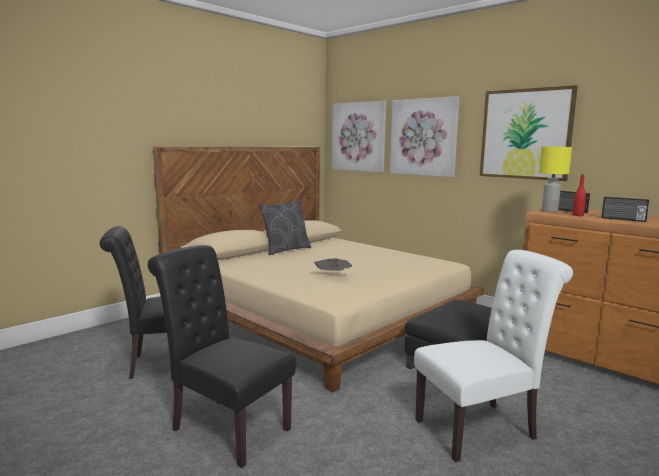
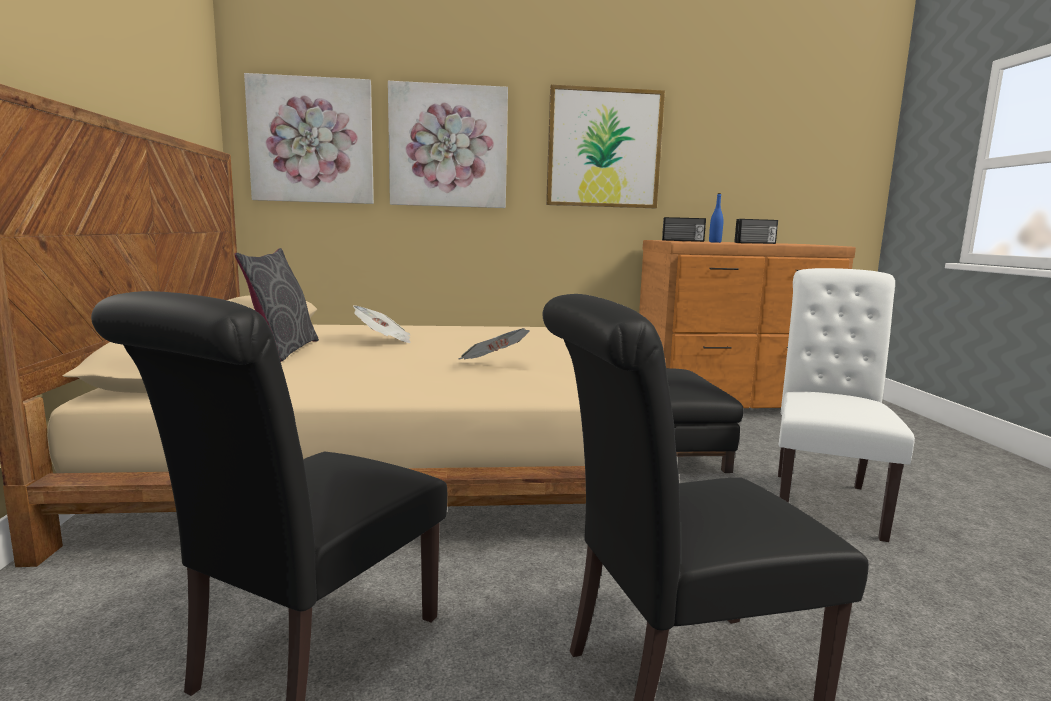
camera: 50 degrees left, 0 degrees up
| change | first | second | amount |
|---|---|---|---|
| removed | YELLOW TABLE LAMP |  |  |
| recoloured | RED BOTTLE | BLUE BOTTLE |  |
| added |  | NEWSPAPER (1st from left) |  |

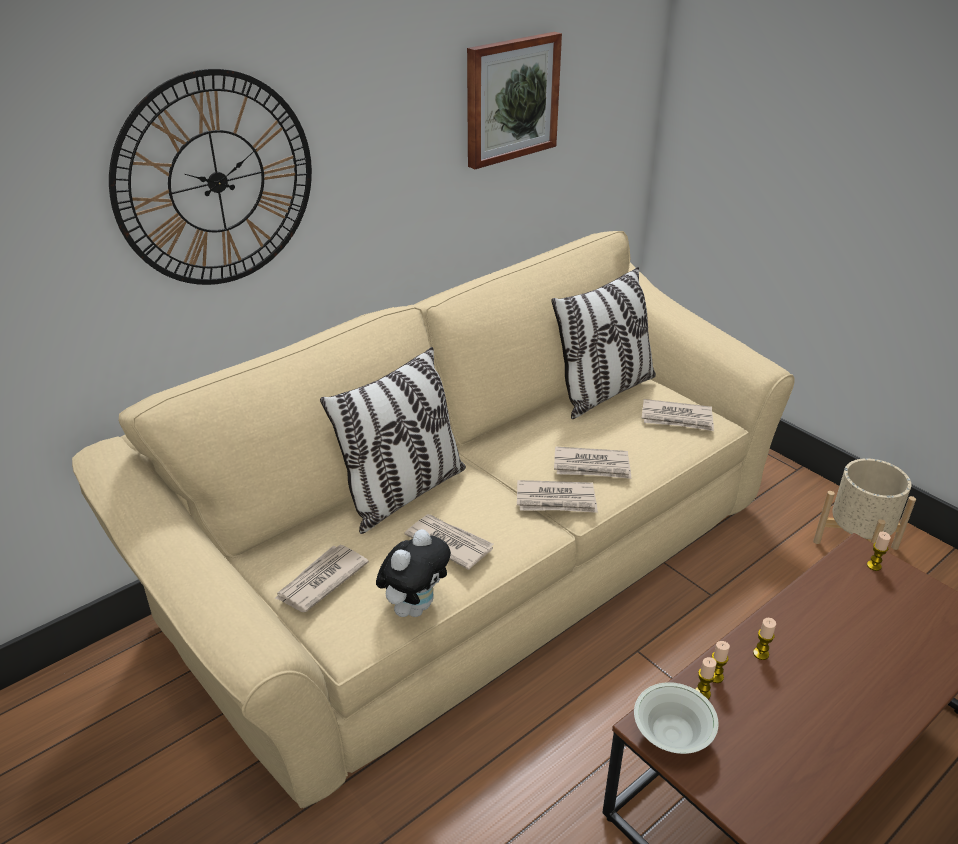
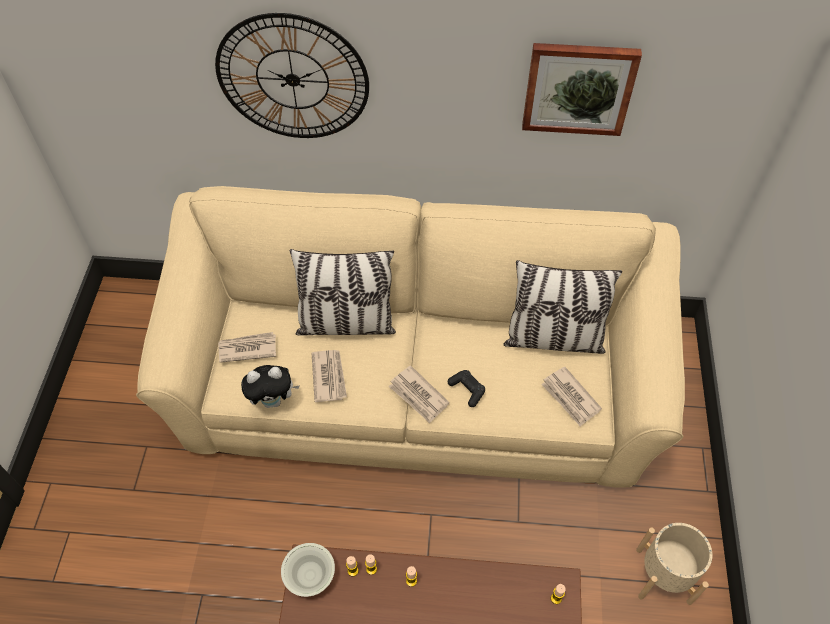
camera: 45 degrees right, 20 degrees up
| change | first | second | amount |
|---|---|---|---|
| replaced | NEWSPAPER (4th from left) | BLACK GAME CONTROLLER |  |

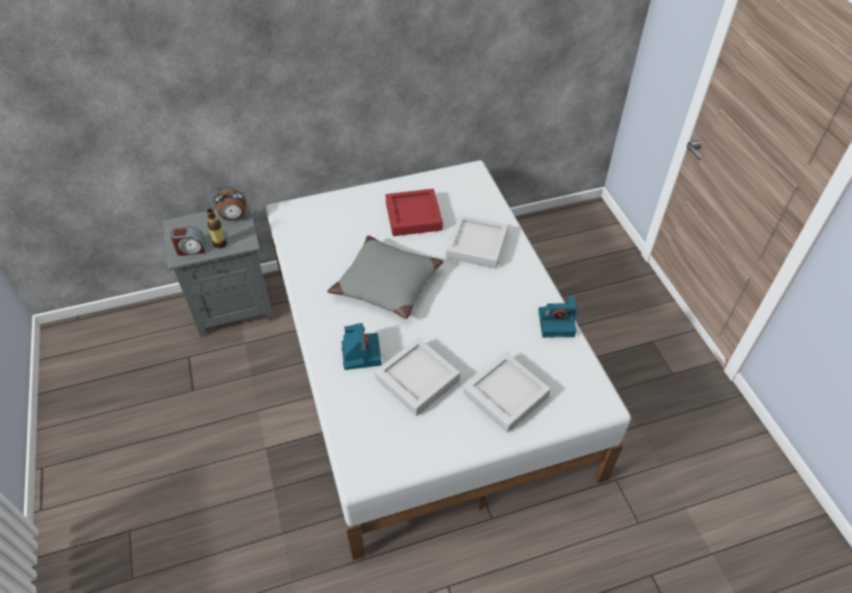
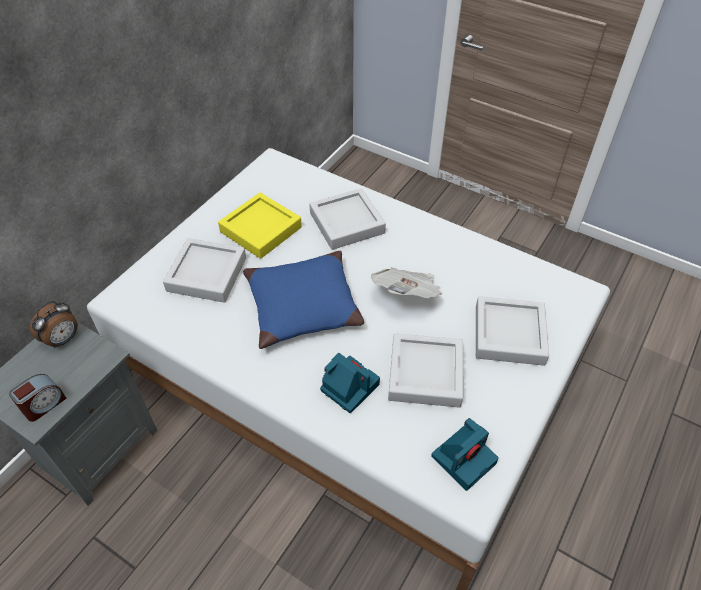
camera: 40 degrees left, 0 degrees up
| change | first | second | amount |
|---|---|---|---|
| removed | BOTTLE |  |  |
| recoloured | GREY PILLOW | BLUE PILLOW |  |
| recoloured | RED TRAY | YELLOW TRAY |  |
| moved | PHOTO CAMERA (2nd from left) |  |  |
| added |  | GREY TRAY (1st from left) |  |
| added |  | NEWSPAPER |  |

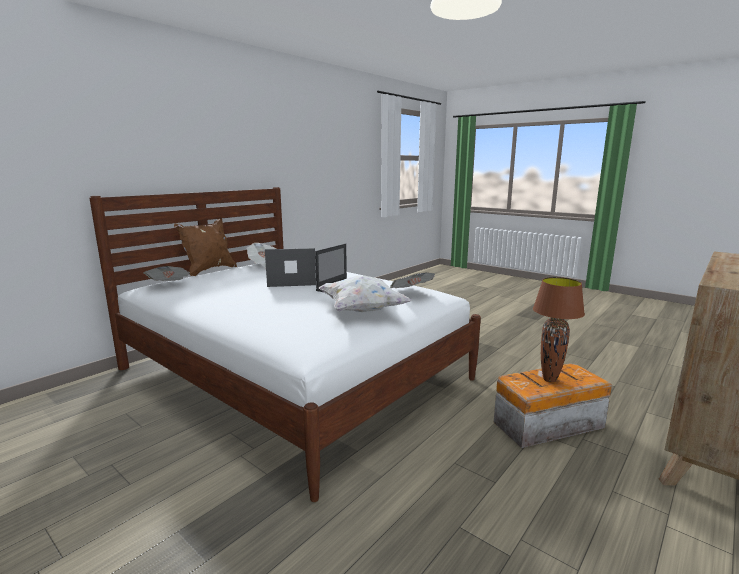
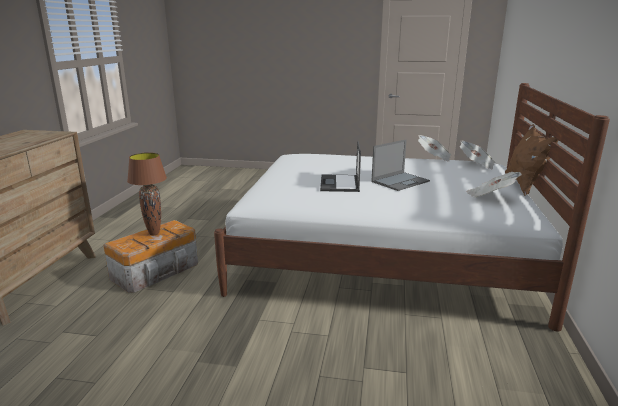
camera: 150 degrees right, 5 degrees up
| change | first | second | amount |
|---|---|---|---|
| removed | WHITE PILLOW |  |  |
| moved | NEWSPAPER (3rd from left in the first image) | NEWSPAPER (1st from left) |  |

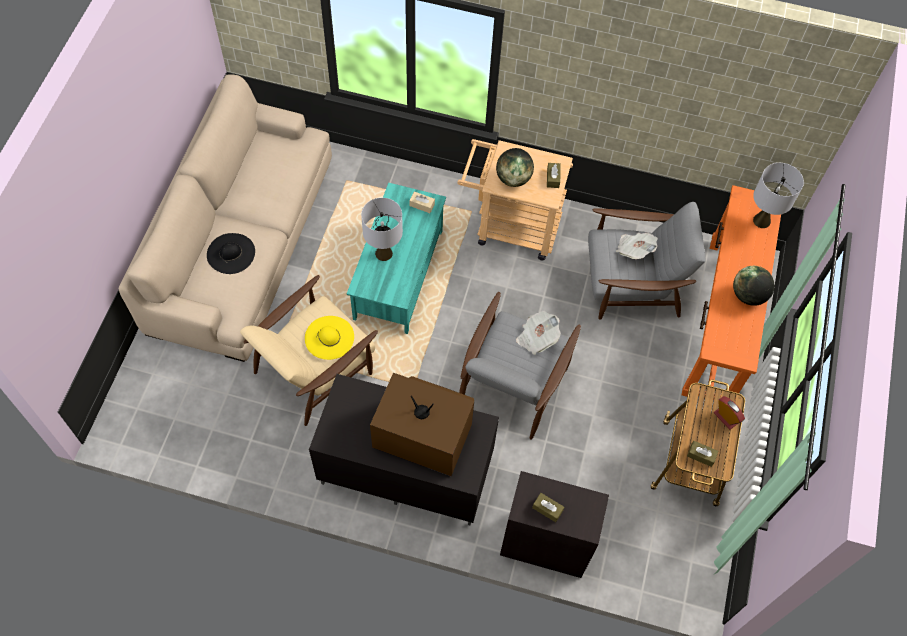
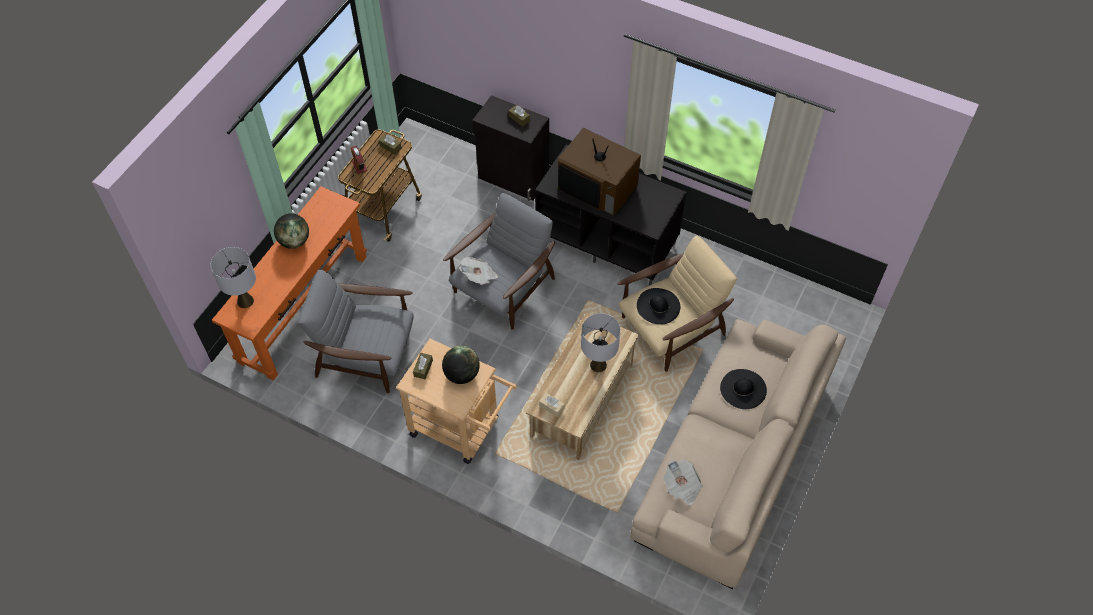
camera: 165 degrees left, 5 degrees down
| change | first | second | amount |
|---|---|---|---|
| recoloured | YELLOW HAT | BLACK HAT (1st from left) |  |
| recoloured | TURQUOISE COFFEE TABLE | BEIGE COFFEE TABLE |  |
| moved | NEWSPAPER (2nd from left) |  |  |

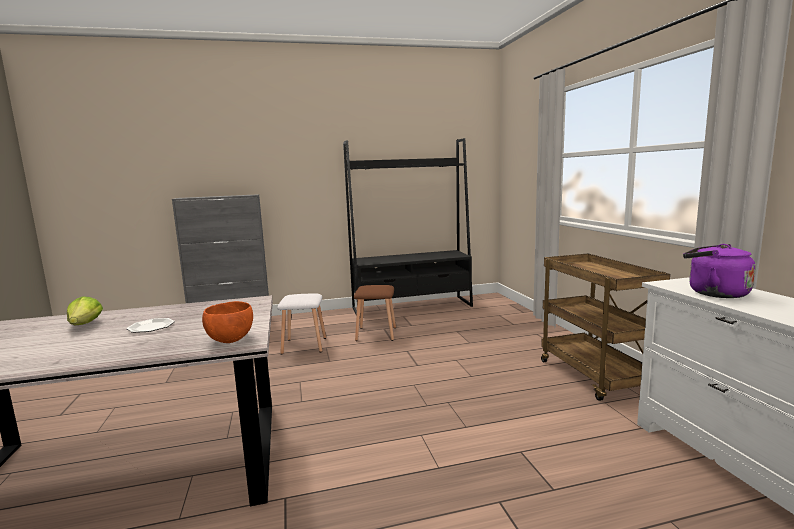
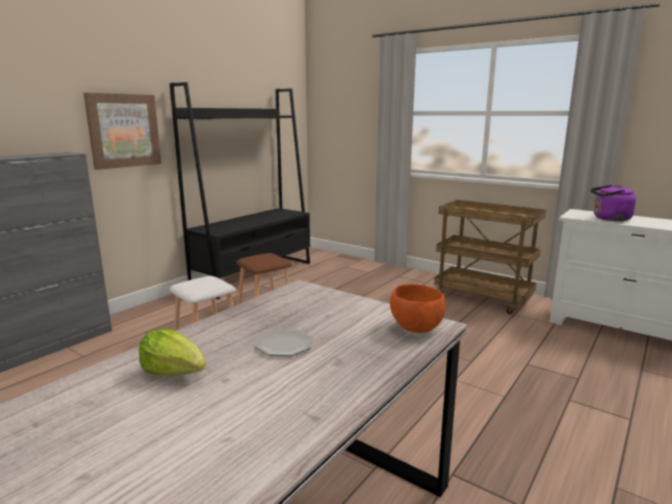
camera: 40 degrees left, 5 degrees up
| change | first | second | amount |
|---|---|---|---|
| added |  | PICTURE |  |

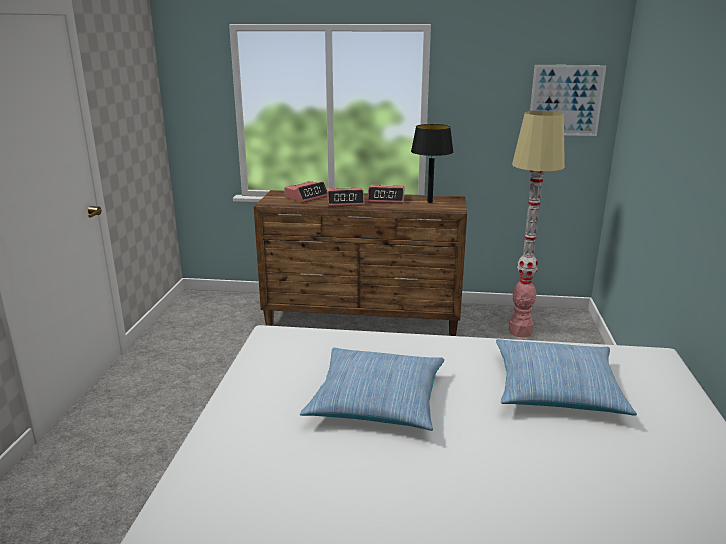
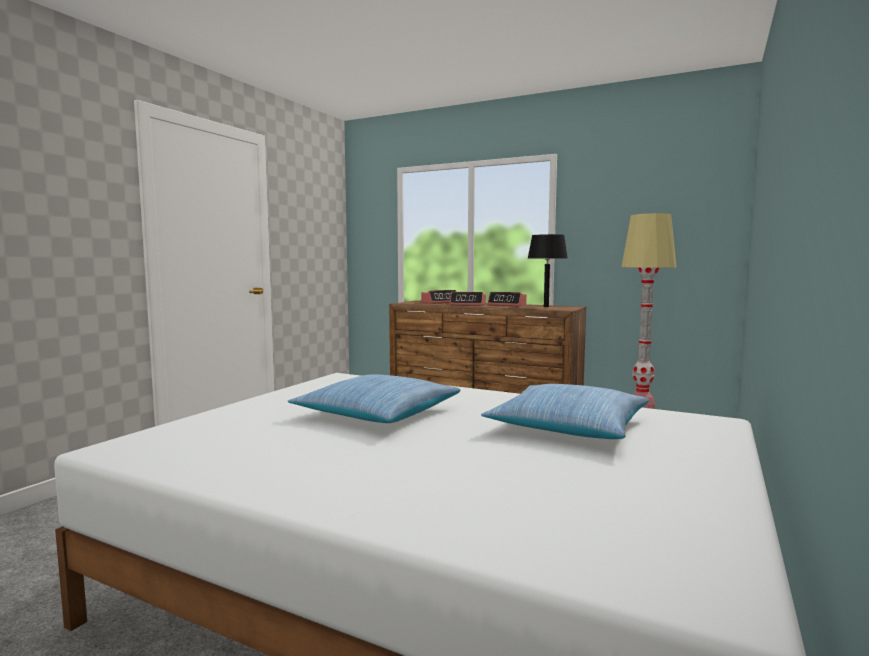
camera: 20 degrees right, 15 degrees down
| change | first | second | amount |
|---|---|---|---|
| removed | PICTURE |  |  |

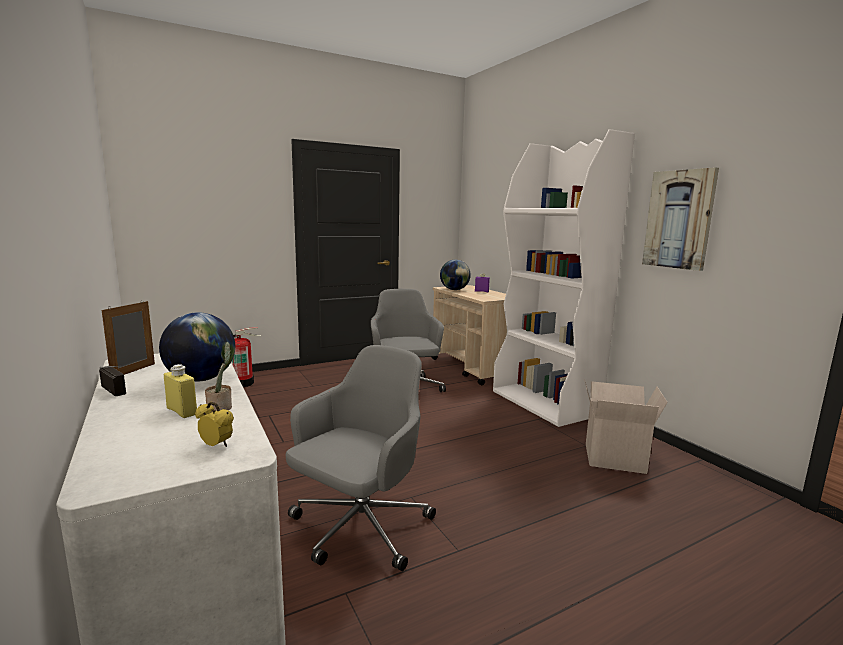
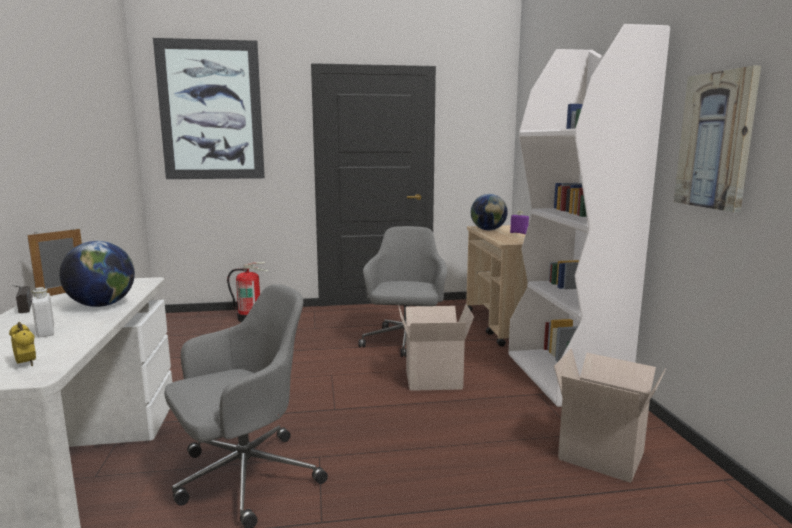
camera: 20 degrees right, 0 degrees up
| change | first | second | amount |
|---|---|---|---|
| recoloured | YELLOW BOTTLE | WHITE BOTTLE |  |
| removed | POTTED PLANT |  |  |
| added |  | PICTURE (1st from left) |  |
| added |  | CARDBOARD BOX (1st from left) |  |

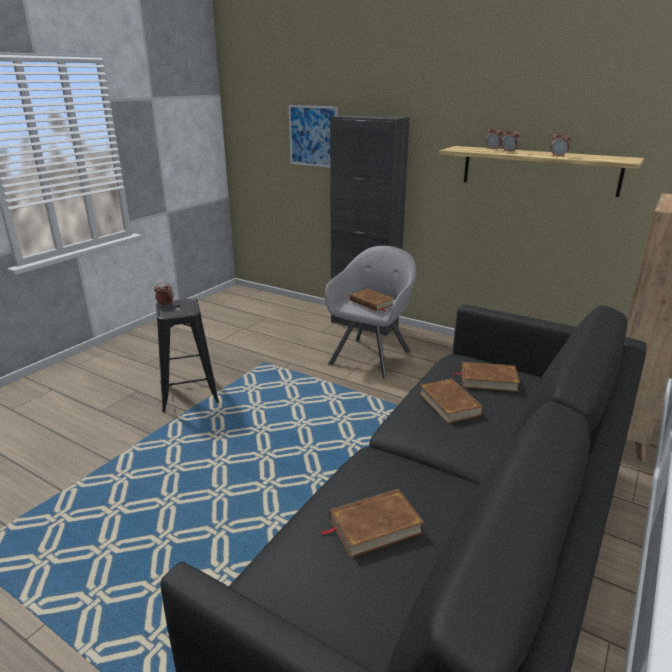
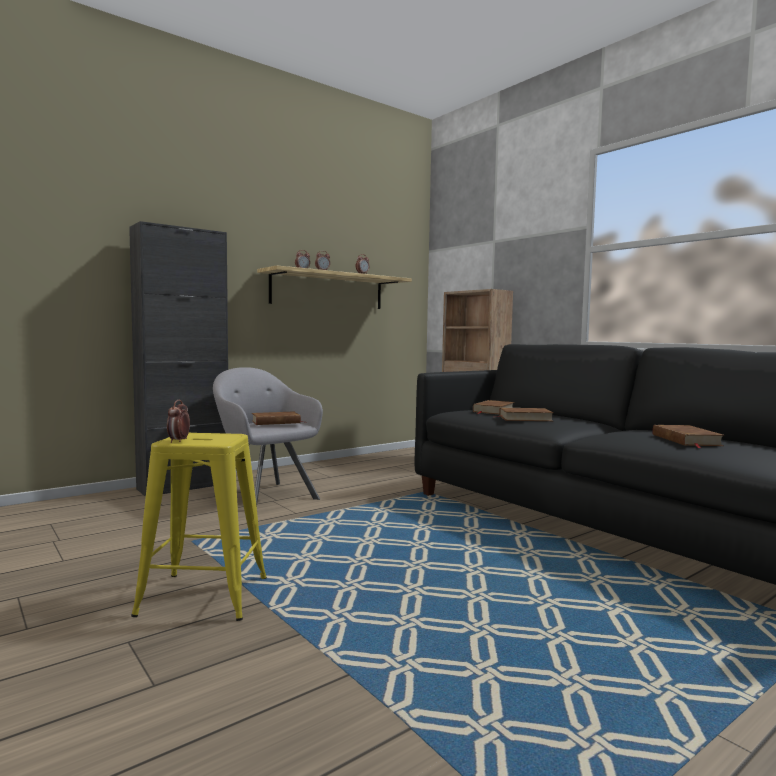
camera: 70 degrees left, 20 degrees down
| change | first | second | amount |
|---|---|---|---|
| recoloured | BLACK STOOL | YELLOW STOOL |  |
| removed | PICTURE |  |  |

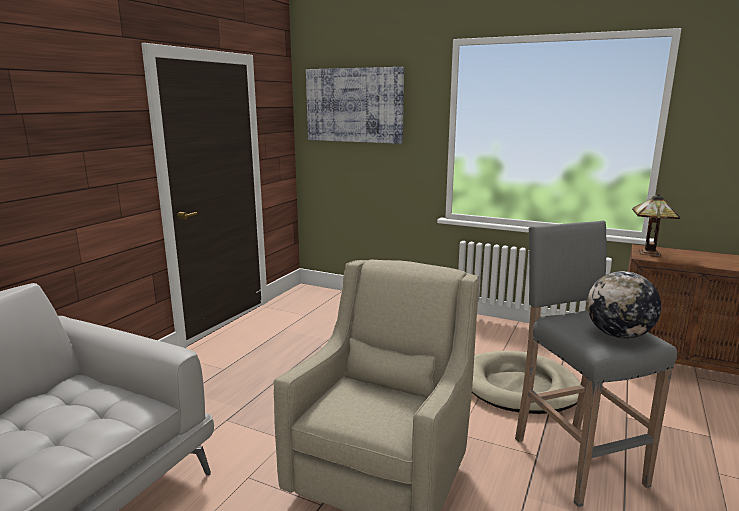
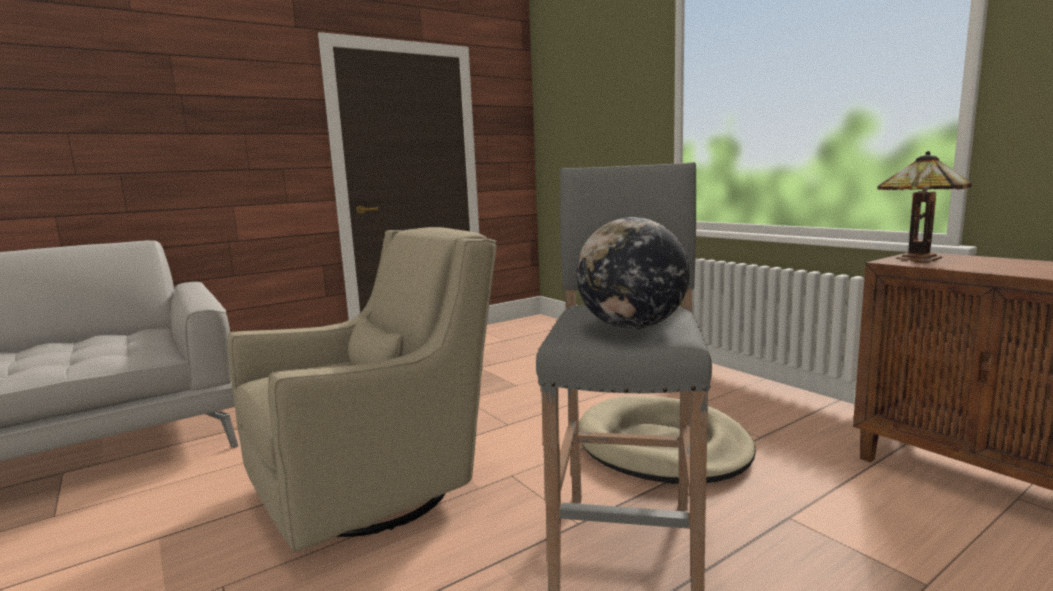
camera: 30 degrees right, 5 degrees down
| change | first | second | amount |
|---|---|---|---|
| removed | PICTURE |  |  |

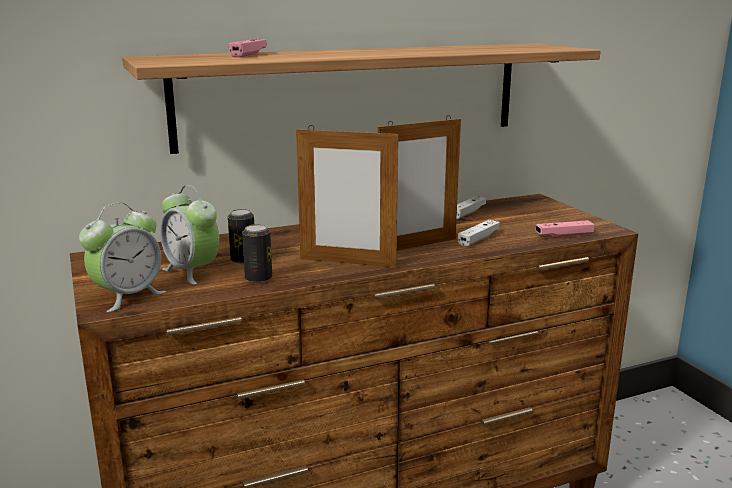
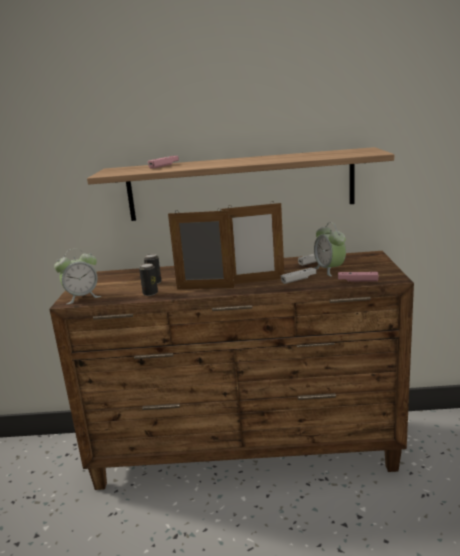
camera: 25 degrees right, 0 degrees up
| change | first | second | amount |
|---|---|---|---|
| moved | ALARM CLOCK (2nd from left) |  |  |
| turned | PICTURE FRAME (1st from left) |  | 150 degrees clockwise |

